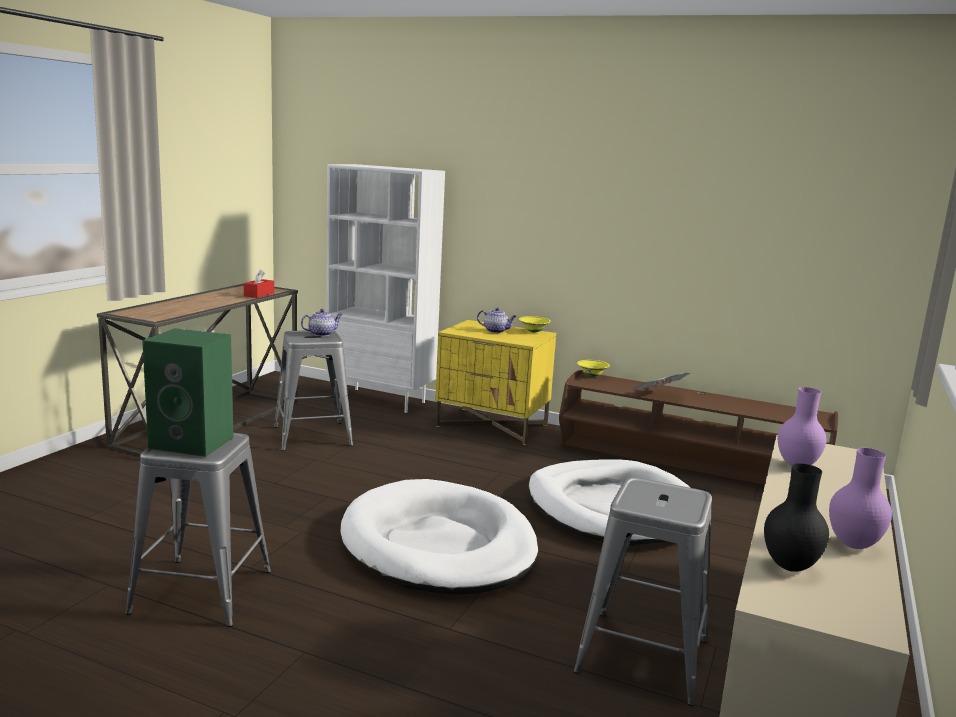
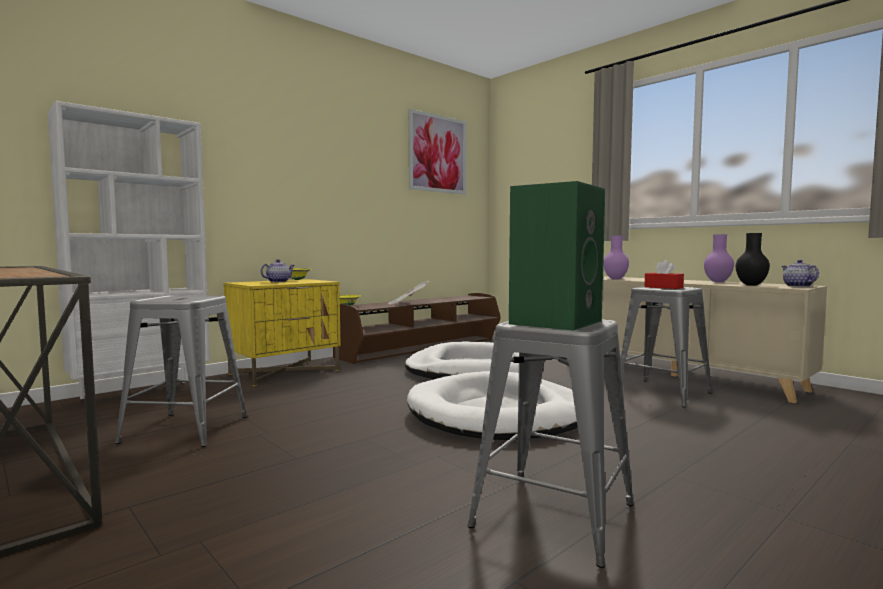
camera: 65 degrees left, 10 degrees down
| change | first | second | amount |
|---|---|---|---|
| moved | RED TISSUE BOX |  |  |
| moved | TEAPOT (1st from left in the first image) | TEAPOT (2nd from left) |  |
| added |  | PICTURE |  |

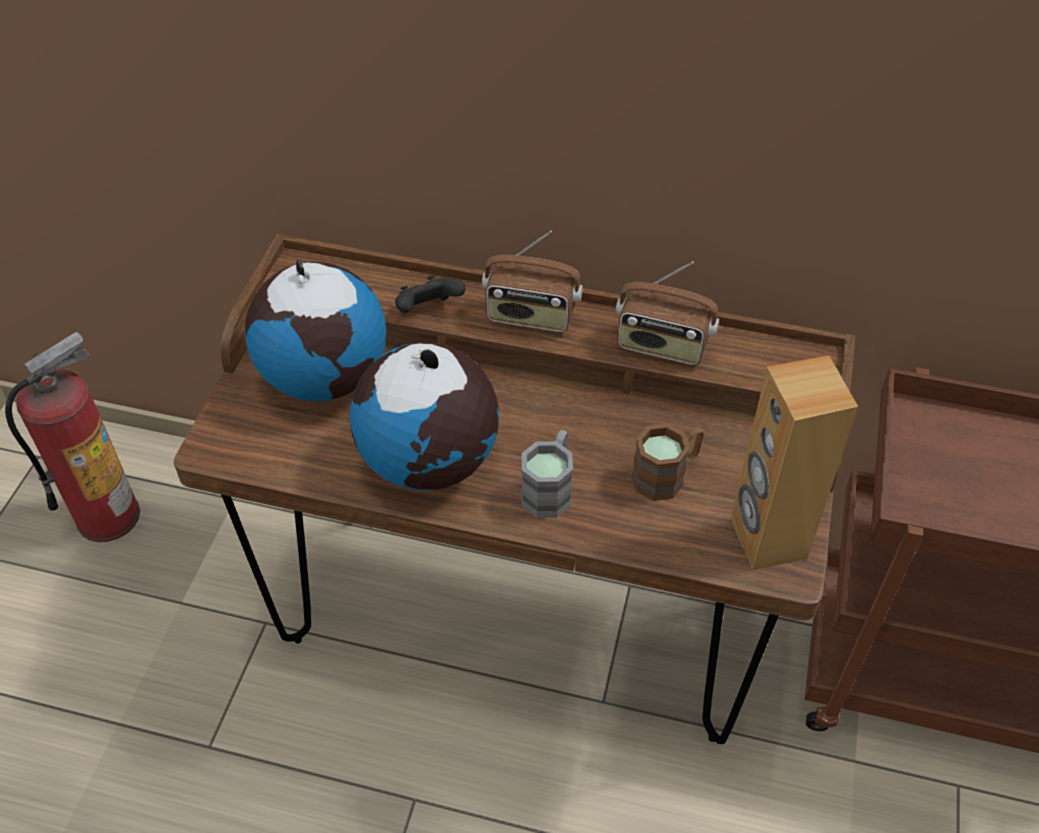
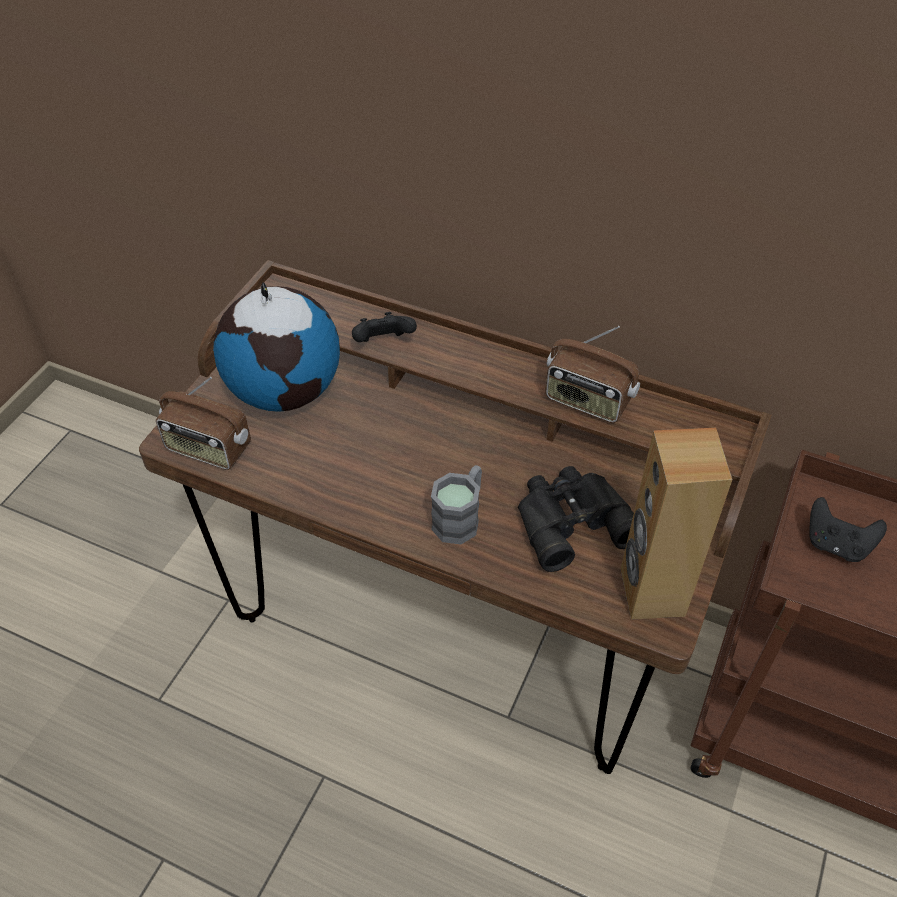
camera: 10 degrees right, 0 degrees up
| change | first | second | amount |
|---|---|---|---|
| removed | FIRE EXTINGUISHER |  |  |
| removed | GLOBE (2nd from left) |  |  |
| moved | RADIO (1st from left) |  |  |
| replaced | BROWN MUG | BLACK BINOCULARS |  |
| added |  | BLACK GAME CONTROLLER (2nd from left) |  |

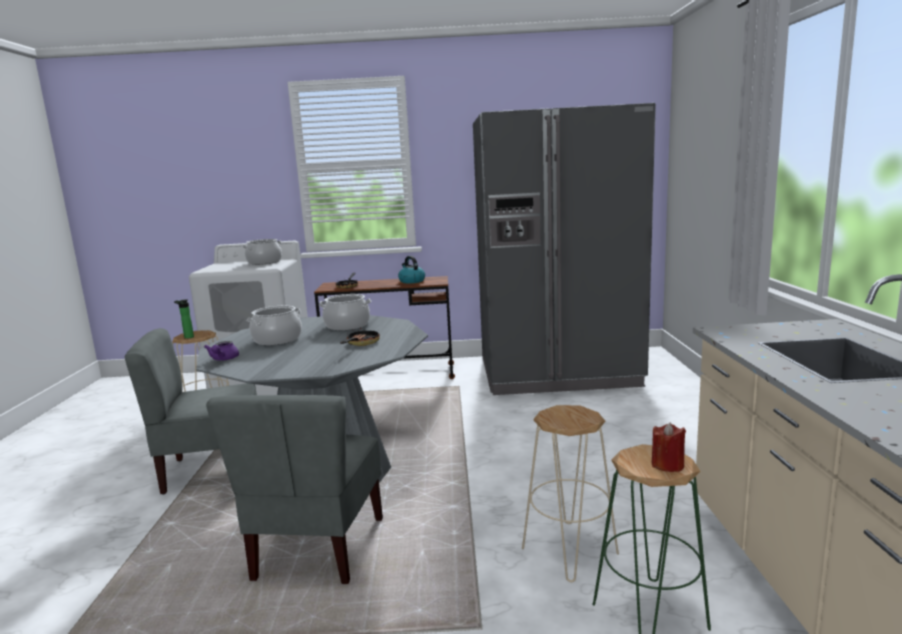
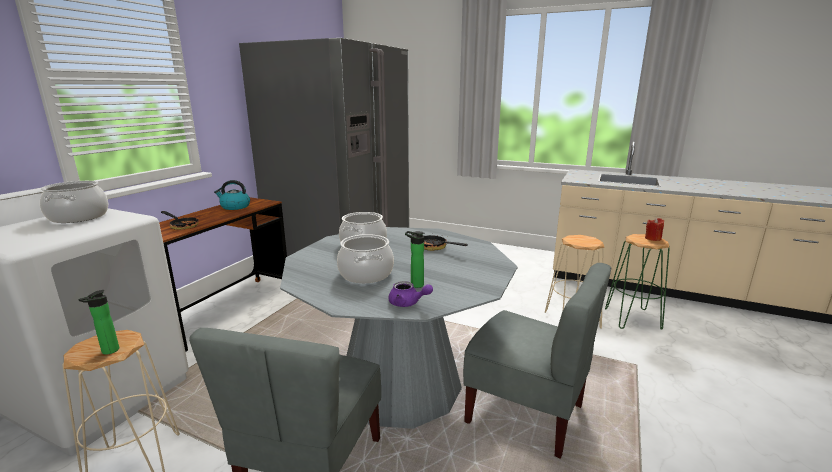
camera: 65 degrees left, 5 degrees up
| change | first | second | amount |
|---|---|---|---|
| added |  | BOTTLE (2nd from left) |  |

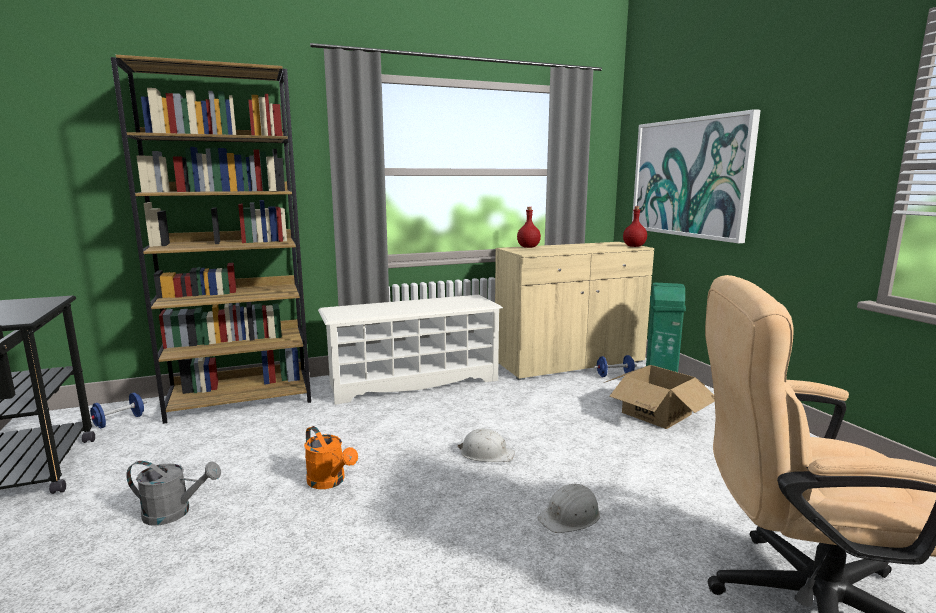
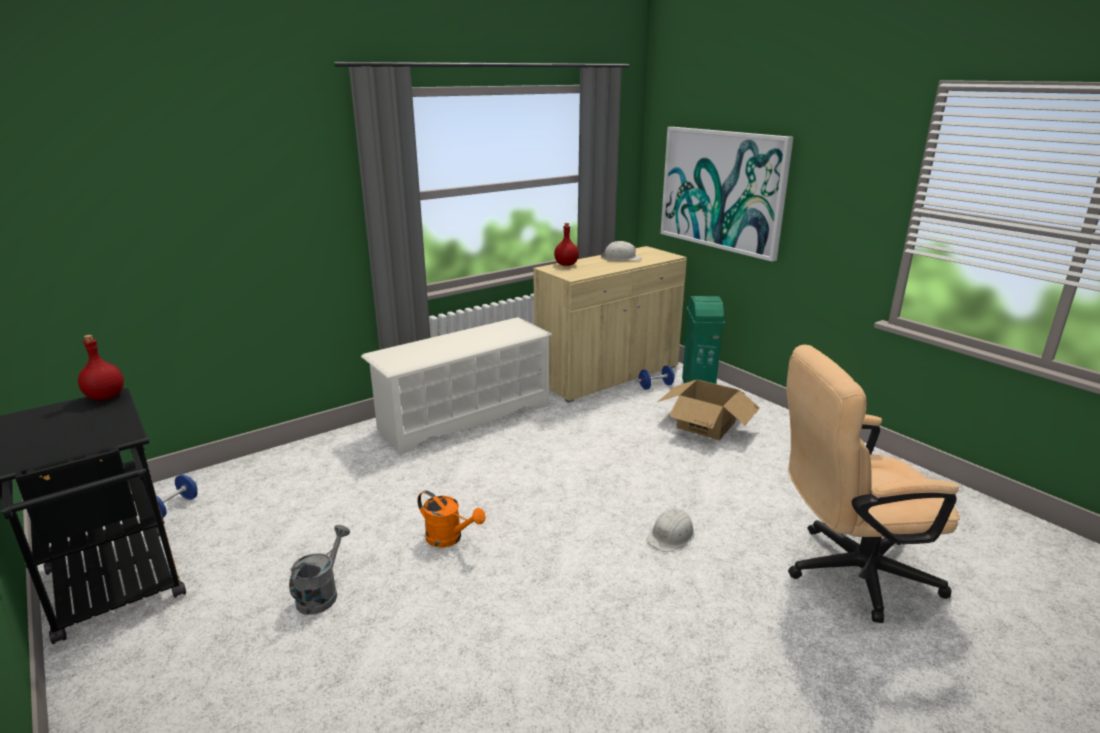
camera: 15 degrees left, 10 degrees up
| change | first | second | amount |
|---|---|---|---|
| removed | BROWN BOOKCASE |  |  |
| turned | GREY WATERING CAN |  | 60 degrees counterclockwise |
| moved | WHITE HARD HAT (1st from left) |  |  |
| moved | RED BOTTLE (2nd from left in the first image) | RED BOTTLE (1st from left) |  |

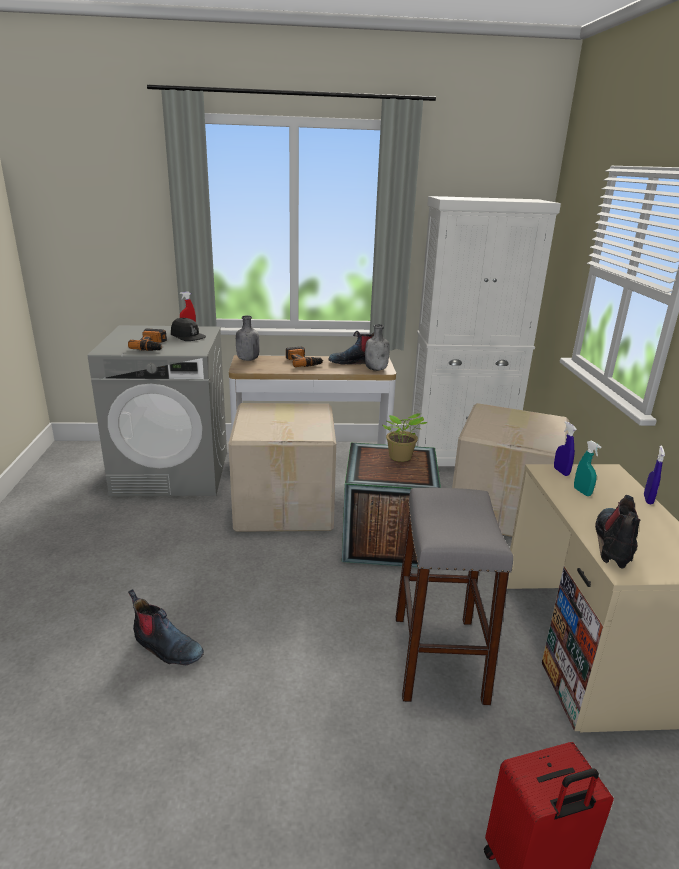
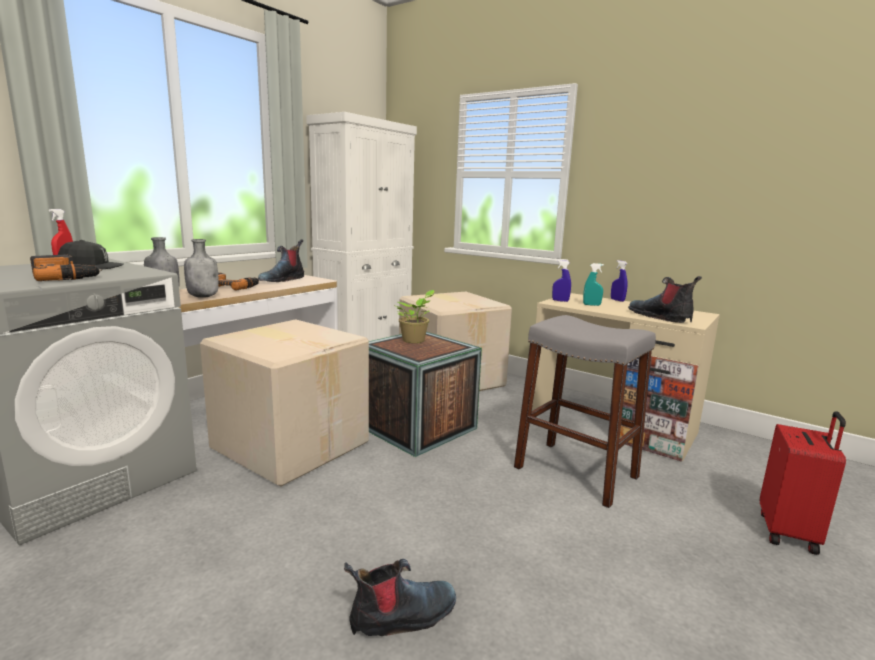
camera: 50 degrees left, 10 degrees down
| change | first | second | amount |
|---|---|---|---|
| moved | GREY BOTTLE (2nd from left) |  |  |

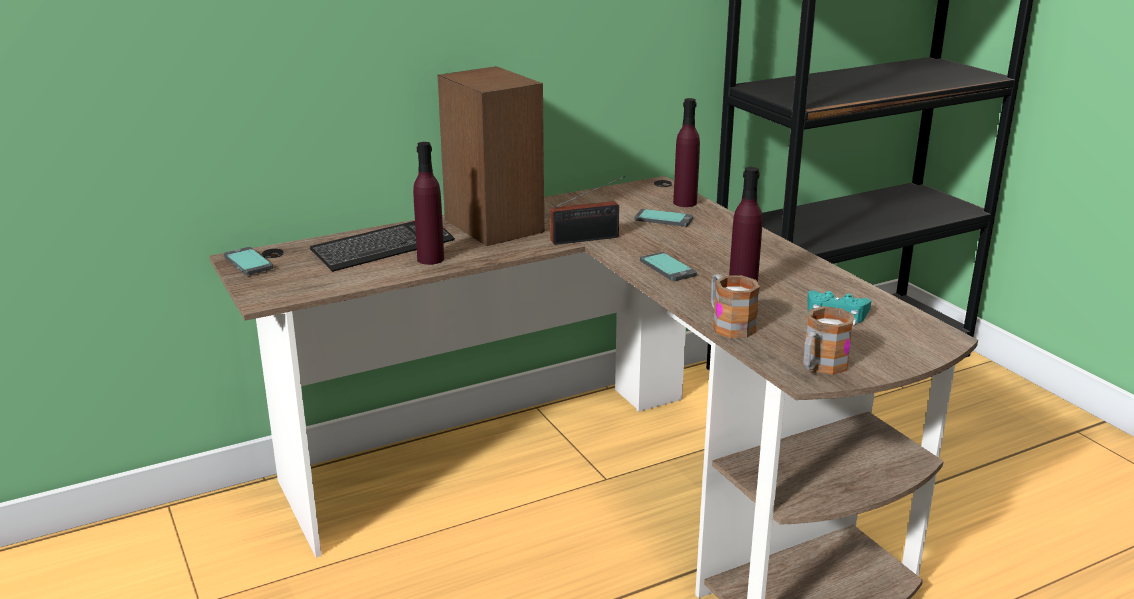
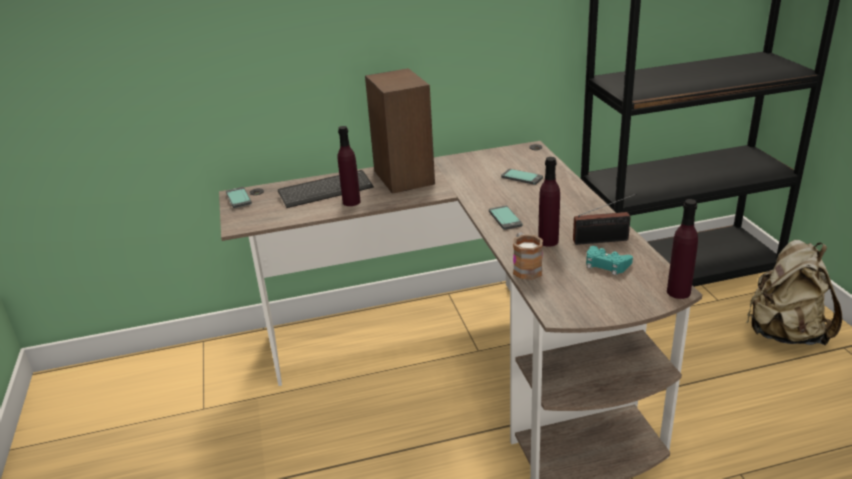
camera: 15 degrees right, 5 degrees up
| change | first | second | amount |
|---|---|---|---|
| moved | RADIO |  |  |
| moved | PURPLE BOTTLE (2nd from left in the first image) | PURPLE BOTTLE (3rd from left) |  |
| removed | MUG (2nd from left) |  |  |
| added |  | BEIGE BACKPACK |  |

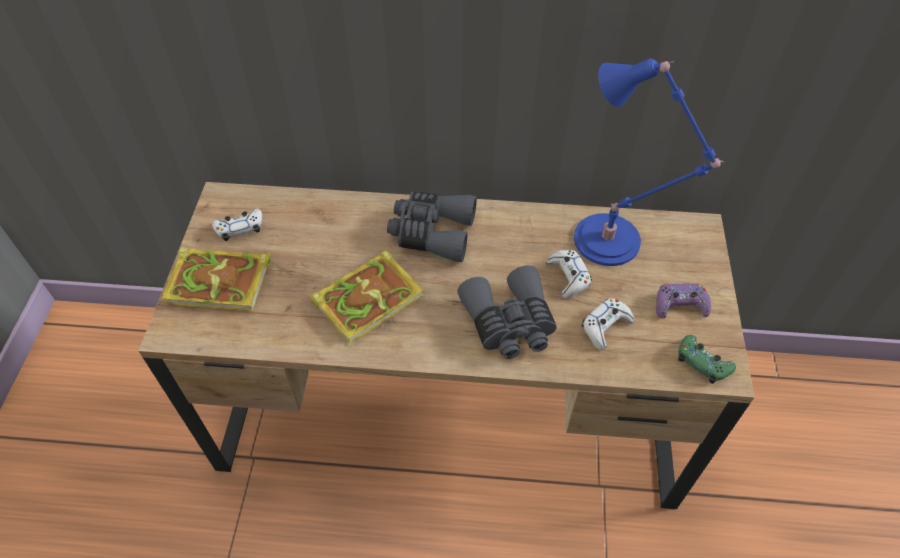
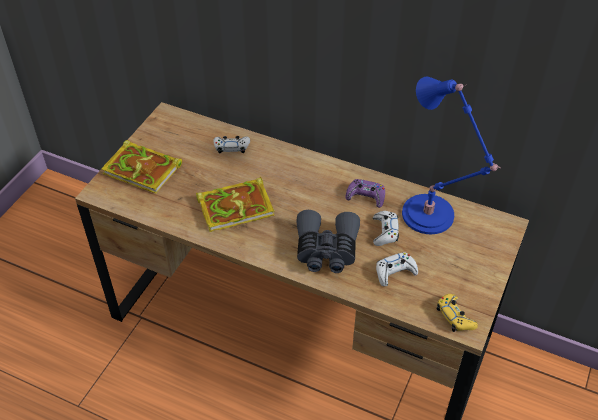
camera: 20 degrees right, 5 degrees down
| change | first | second | amount |
|---|---|---|---|
| moved | WHITE GAME CONTROLLER (1st from left) |  |  |
| removed | GREY BINOCULARS (1st from left) |  |  |
| moved | PURPLE GAME CONTROLLER |  |  |
| recoloured | GREEN GAME CONTROLLER | YELLOW GAME CONTROLLER |  |

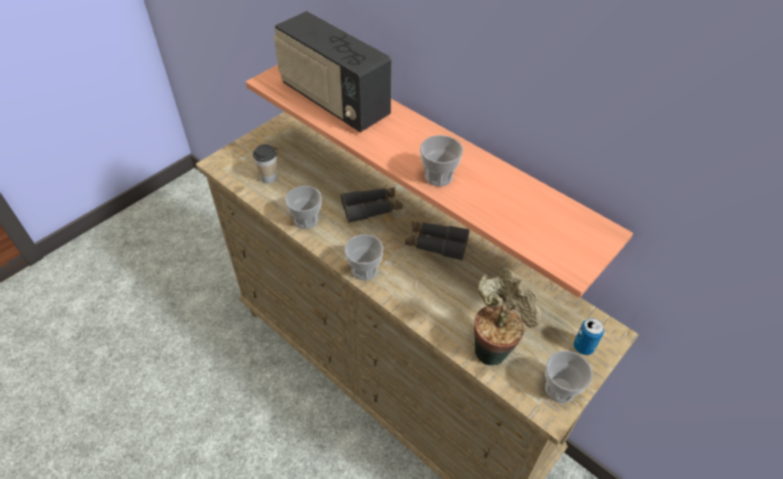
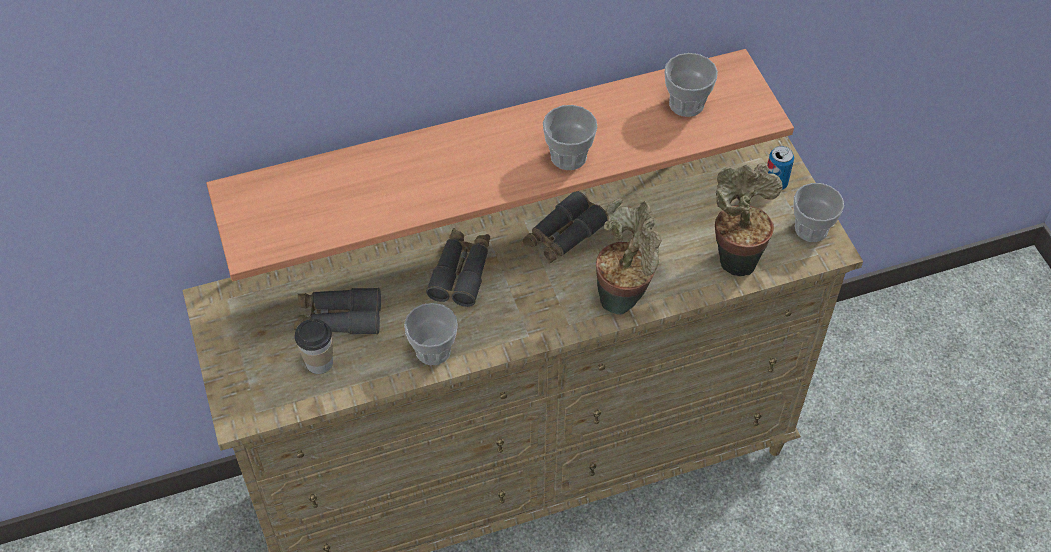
camera: 60 degrees left, 5 degrees up
| change | first | second | amount |
|---|---|---|---|
| removed | RADIO |  |  |
| moved | CUP (3rd from left in the first image) | CUP (4th from left) |  |
| added |  | GREY BINOCULARS (1st from left) |  |
| added |  | POTTED PLANT (1st from left) |  |

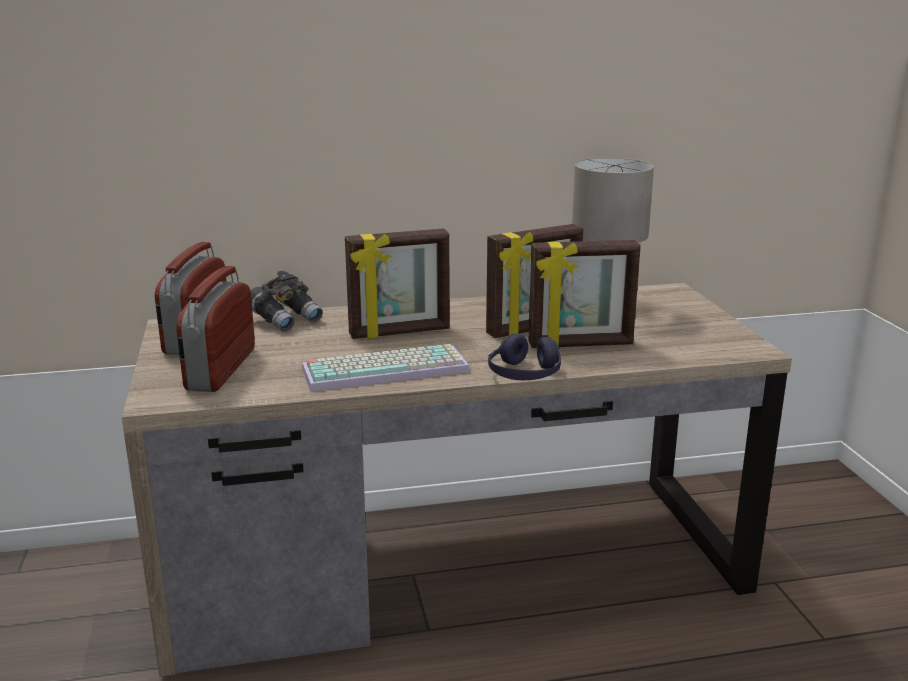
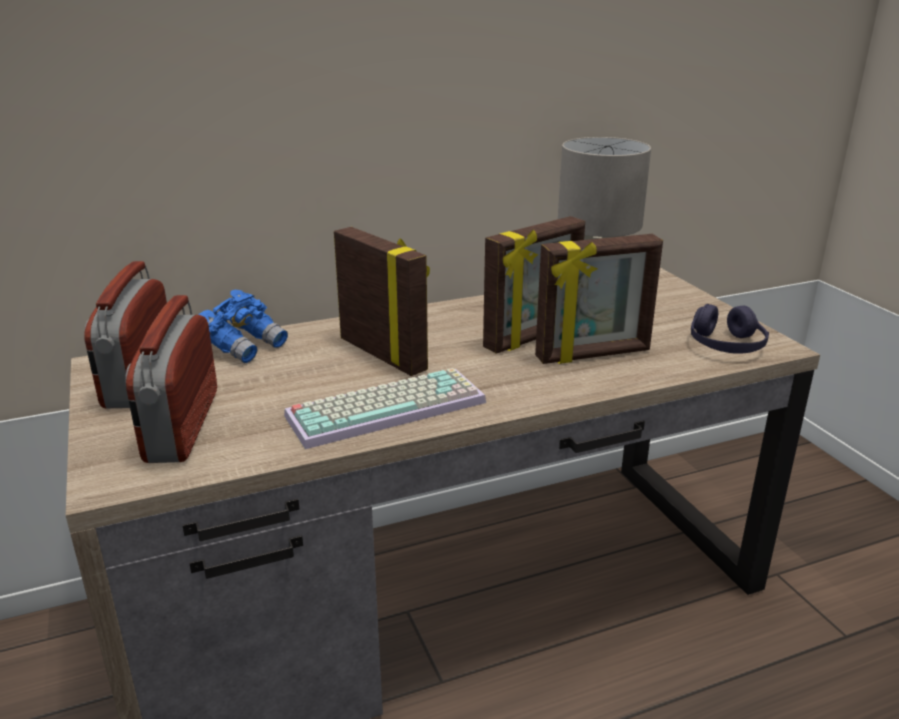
camera: 10 degrees left, 5 degrees up
| change | first | second | amount |
|---|---|---|---|
| recoloured | GREY BINOCULARS | BLUE BINOCULARS |  |
| turned | PICTURE FRAME (1st from left) |  | 105 degrees counterclockwise |
| moved | PURPLE HEADPHONES |  |  |

